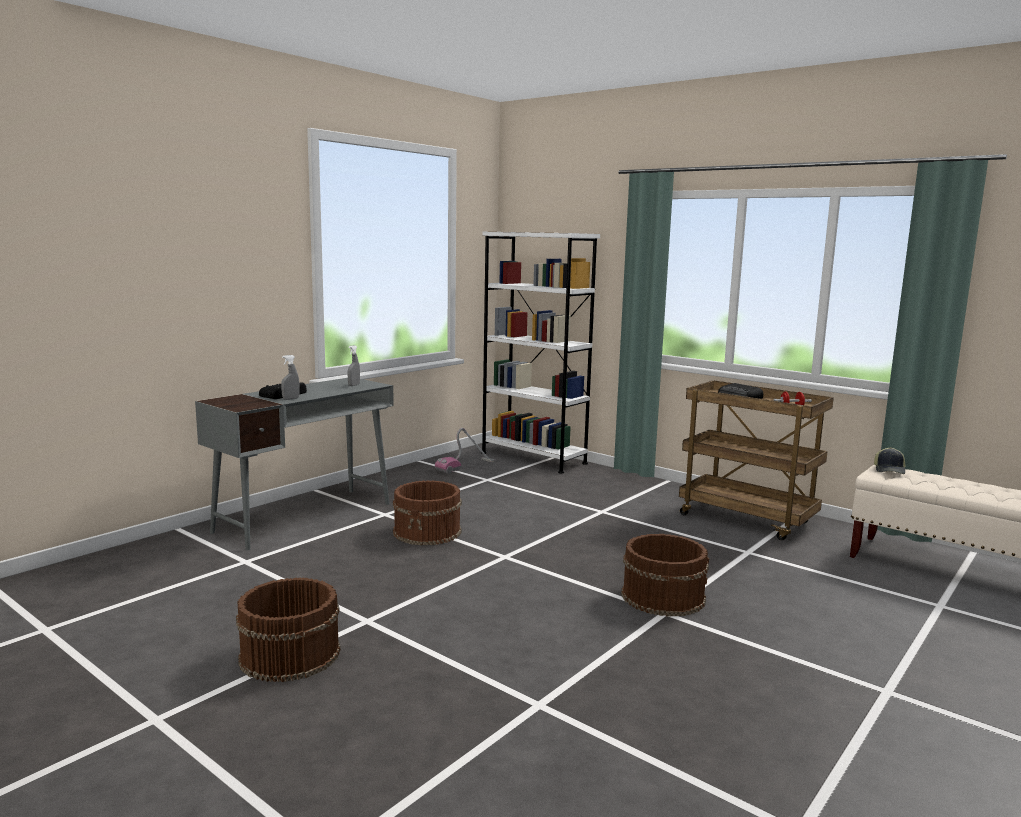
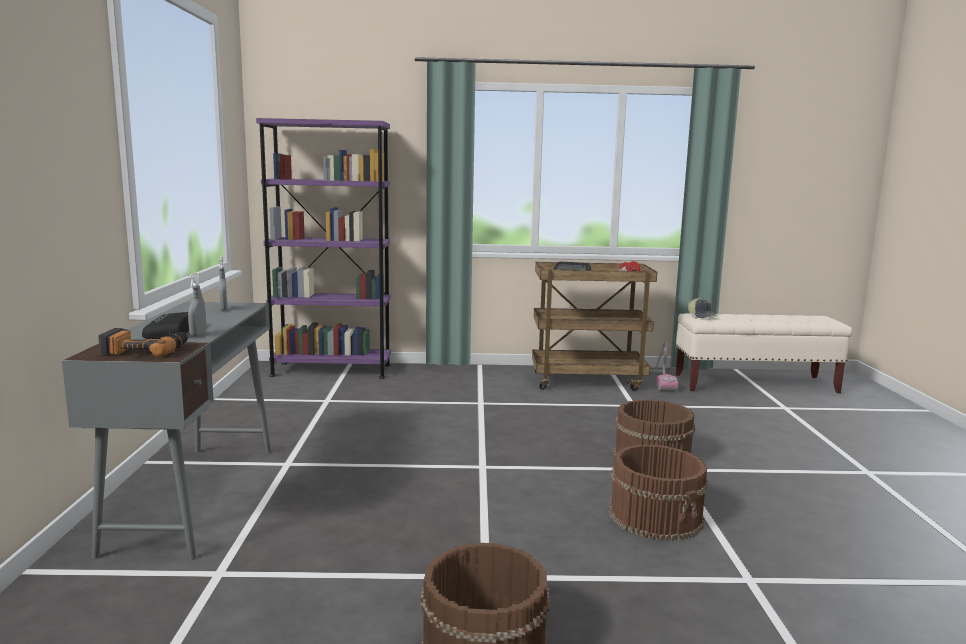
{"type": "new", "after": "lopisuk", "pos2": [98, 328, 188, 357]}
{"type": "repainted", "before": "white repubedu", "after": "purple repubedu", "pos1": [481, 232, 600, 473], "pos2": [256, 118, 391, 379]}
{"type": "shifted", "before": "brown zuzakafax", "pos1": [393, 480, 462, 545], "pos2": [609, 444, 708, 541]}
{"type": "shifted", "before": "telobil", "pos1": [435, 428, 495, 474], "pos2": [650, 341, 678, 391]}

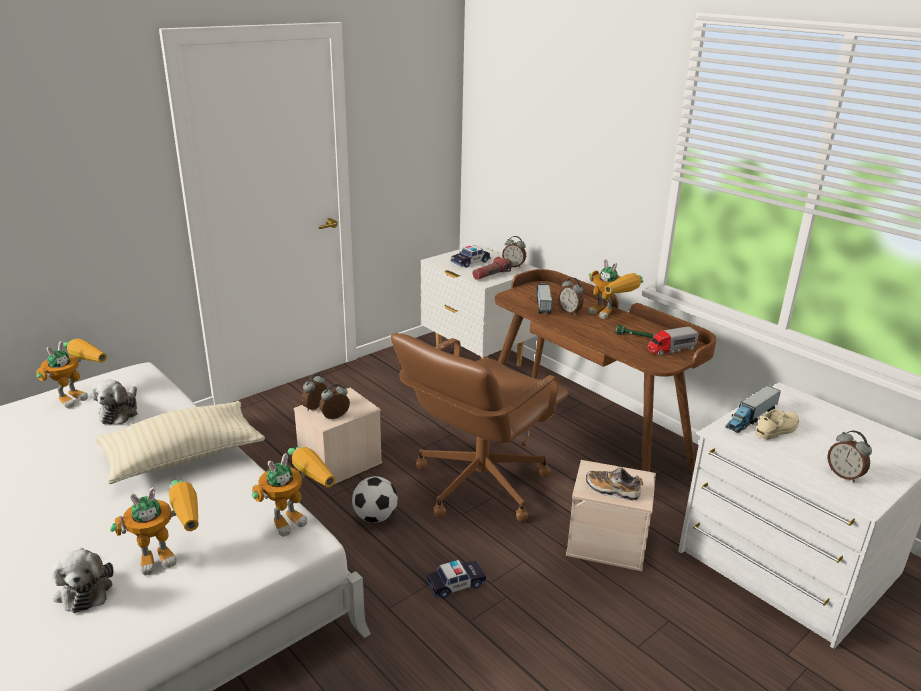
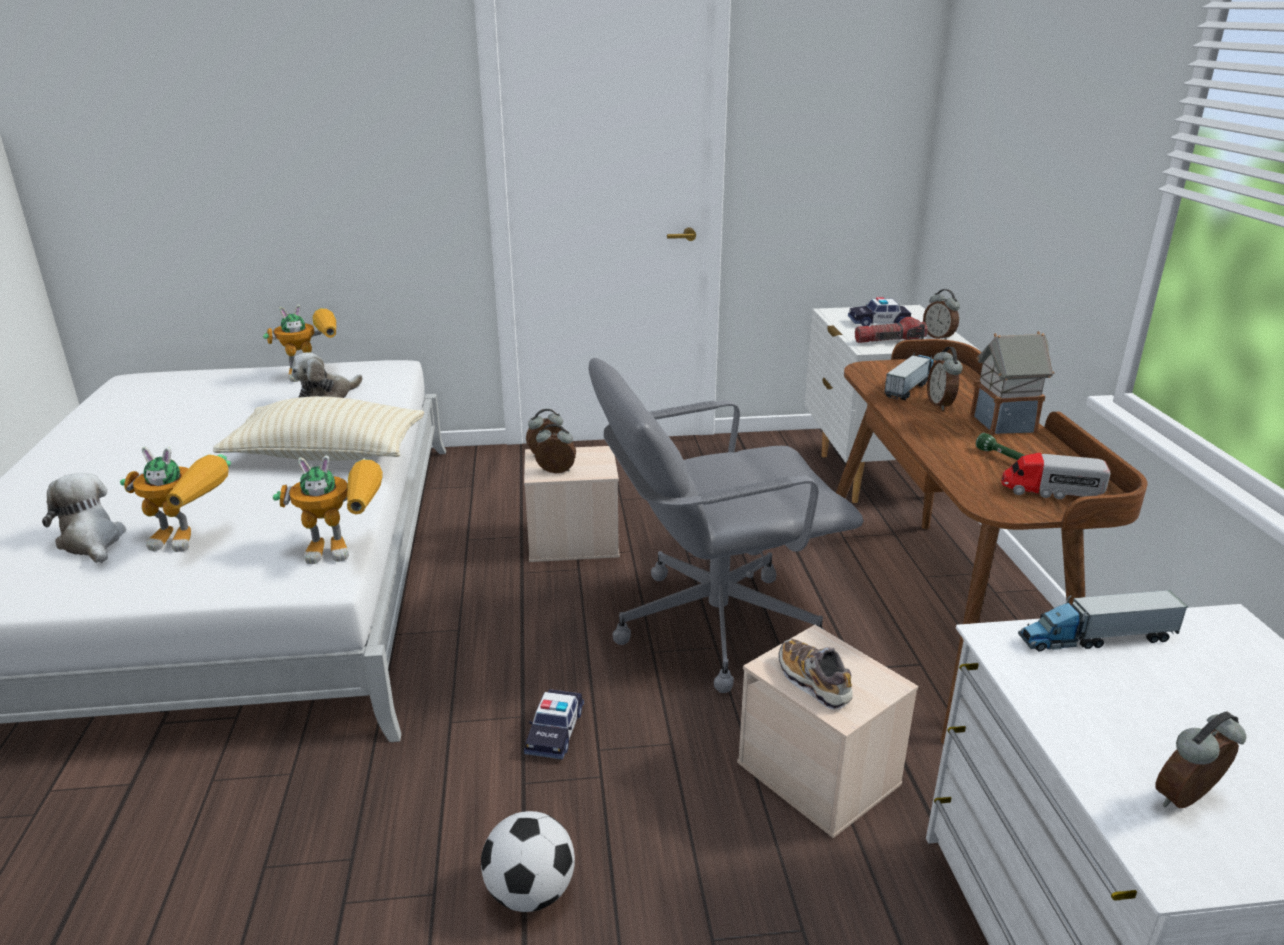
{"type": "rotated", "before": "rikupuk", "pos1": [50, 548, 113, 613], "pos2": [42, 473, 126, 563], "turn": 135}
{"type": "shifted", "before": "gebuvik", "pos1": [352, 476, 398, 523], "pos2": [481, 811, 575, 912]}
{"type": "rotated", "before": "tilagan", "pos1": [426, 560, 487, 598], "pos2": [524, 689, 584, 760], "turn": 90}
{"type": "repainted", "before": "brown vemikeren", "after": "grey vemikeren", "pos1": [391, 333, 568, 522], "pos2": [589, 358, 864, 693]}
{"type": "swapped", "before": "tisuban", "after": "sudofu", "pos1": [588, 259, 644, 319], "pos2": [969, 331, 1054, 435]}
{"type": "rotated", "before": "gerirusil", "pos1": [827, 431, 872, 483], "pos2": [1155, 711, 1246, 808], "turn": 60}
{"type": "gone", "before": "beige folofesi", "pos1": [755, 409, 799, 440]}

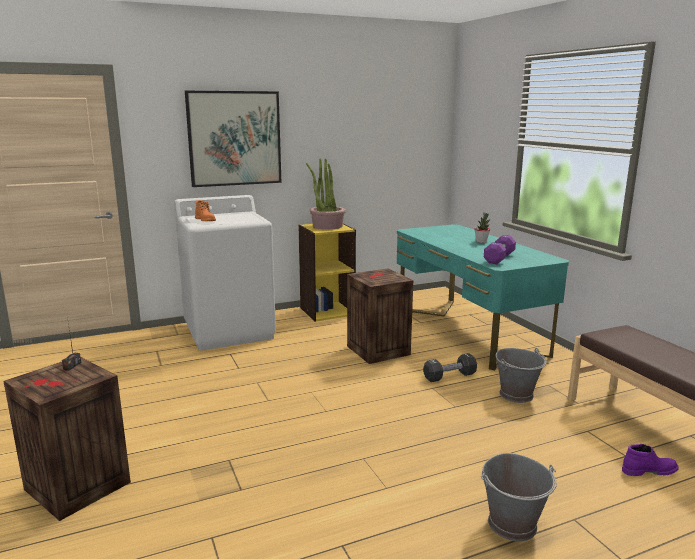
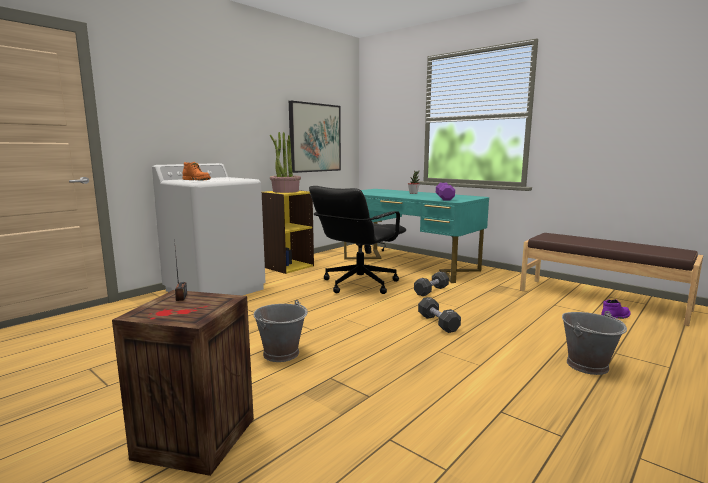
{"type": "shifted", "before": "grey zuzakafax", "pos1": [496, 348, 547, 403], "pos2": [254, 300, 308, 362]}
{"type": "shifted", "before": "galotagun", "pos1": [185, 91, 282, 187], "pos2": [289, 101, 341, 173]}
{"type": "swapped", "before": "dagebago", "after": "black vemikeren", "pos1": [347, 268, 413, 364], "pos2": [309, 186, 406, 294]}
{"type": "new", "after": "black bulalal", "pos2": [418, 297, 461, 333]}

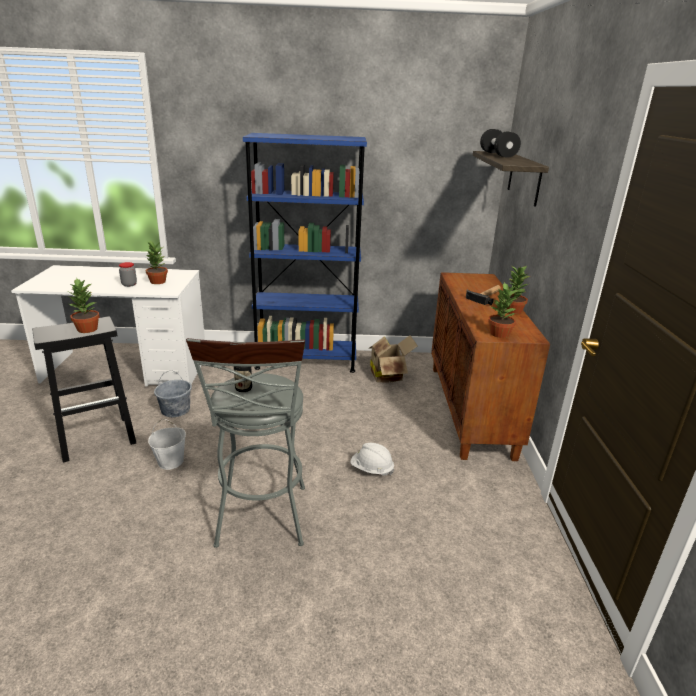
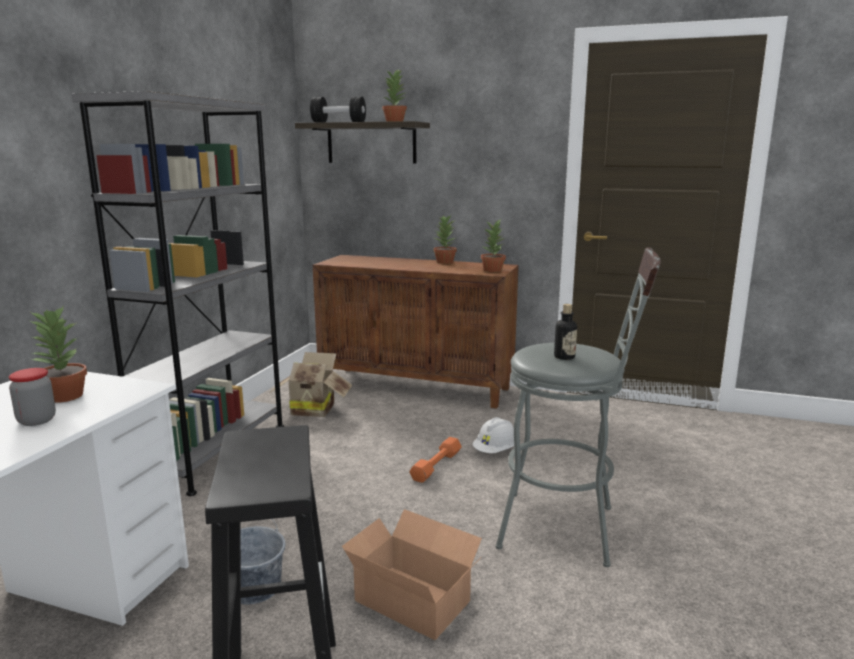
{"type": "repainted", "before": "blue repubedu", "after": "grey repubedu", "pos1": [243, 133, 367, 373], "pos2": [72, 91, 284, 496]}
{"type": "swapped", "before": "white zuzakafax", "after": "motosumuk", "pos1": [148, 419, 186, 470], "pos2": [342, 509, 482, 640]}
{"type": "shifted", "before": "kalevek", "pos1": [69, 278, 100, 333], "pos2": [382, 70, 407, 122]}
{"type": "new", "after": "orange bulalal", "pos2": [409, 437, 462, 483]}
{"type": "gone", "before": "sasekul", "pos1": [466, 285, 501, 305]}

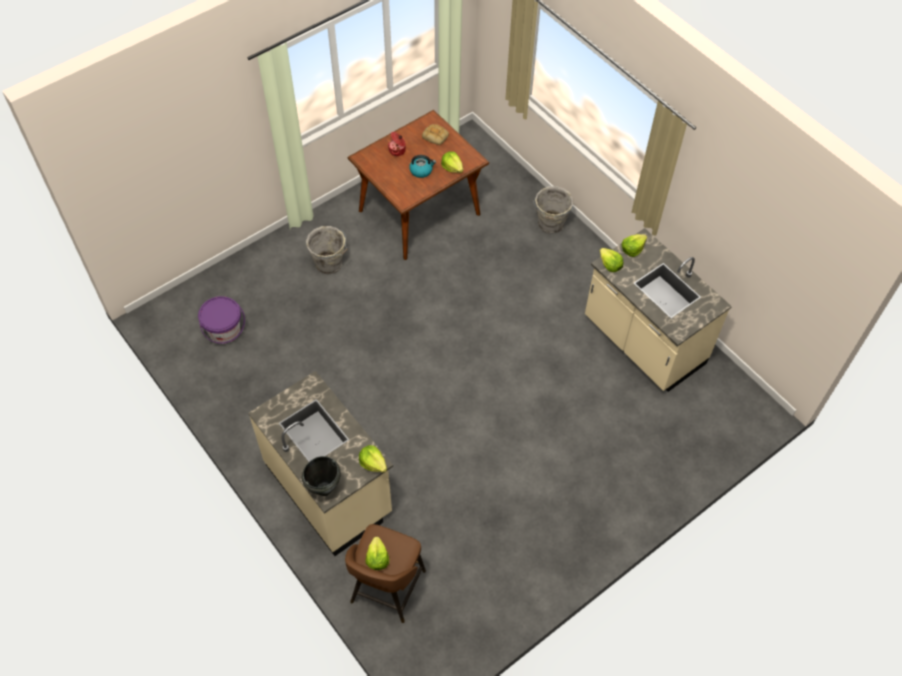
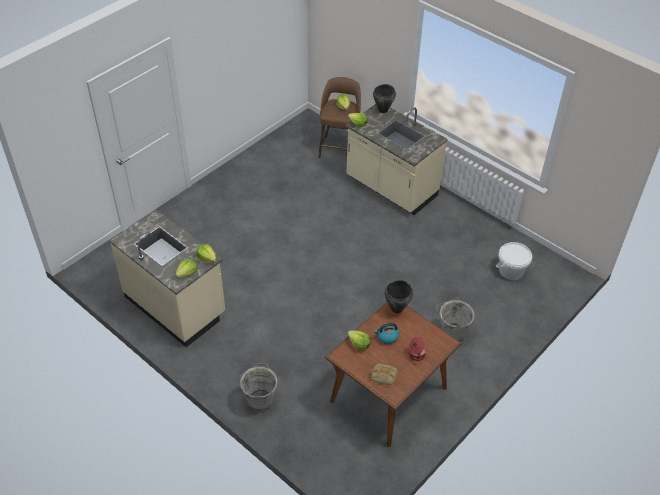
{"type": "new", "after": "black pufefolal", "pos2": [385, 280, 413, 313]}
{"type": "repainted", "before": "purple zuzakafax", "after": "white zuzakafax", "pos1": [198, 296, 245, 344], "pos2": [496, 242, 532, 280]}

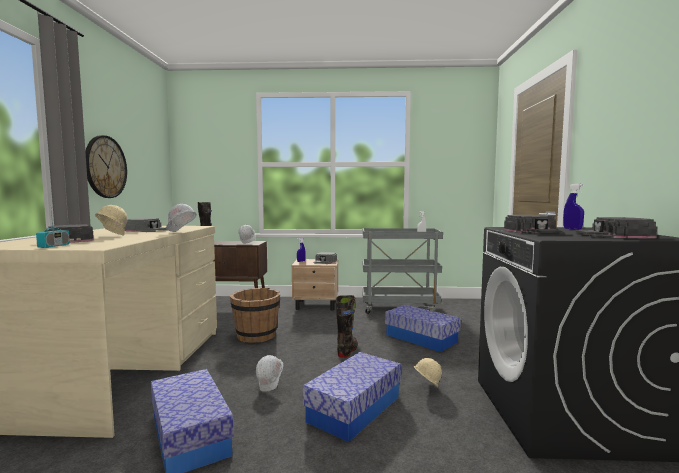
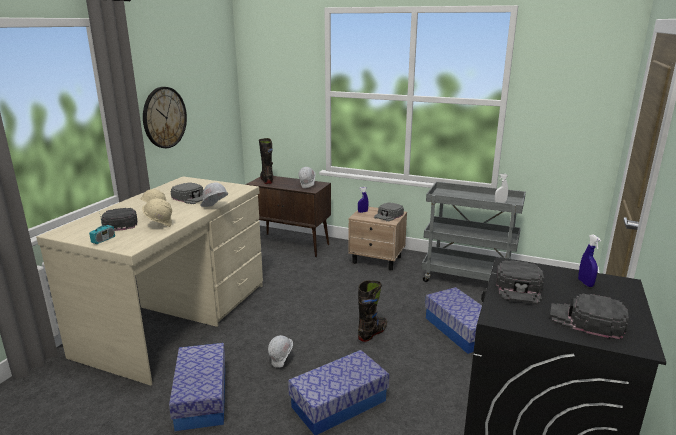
{"type": "shifted", "before": "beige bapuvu", "pos1": [414, 358, 442, 387], "pos2": [142, 198, 172, 227]}
{"type": "gone", "before": "brown zuzakafax", "pos1": [230, 288, 280, 343]}

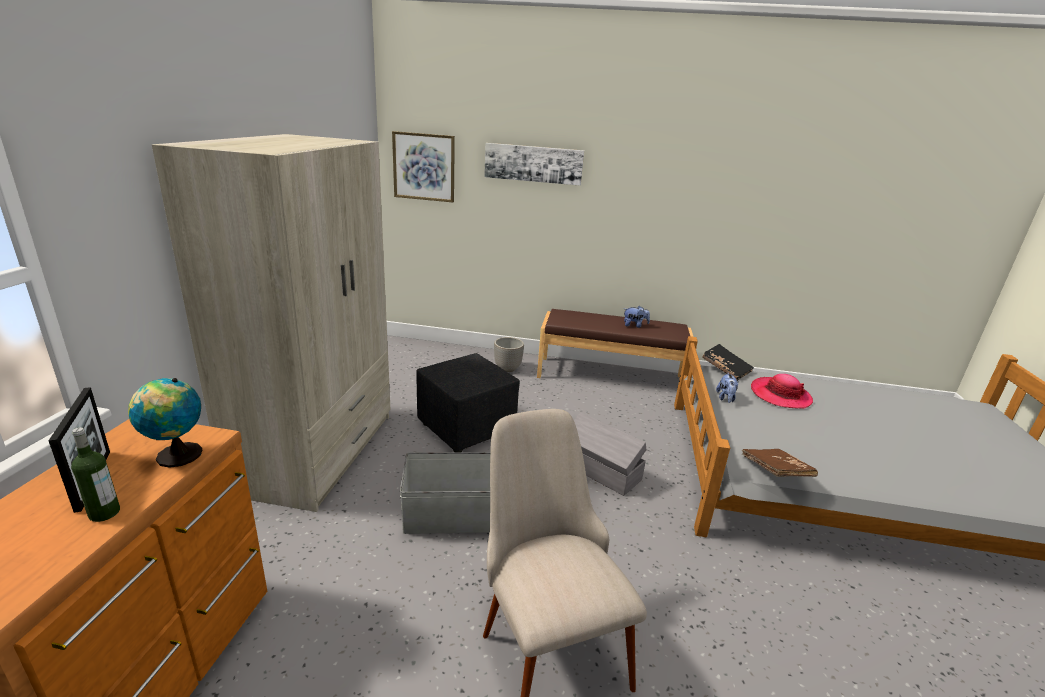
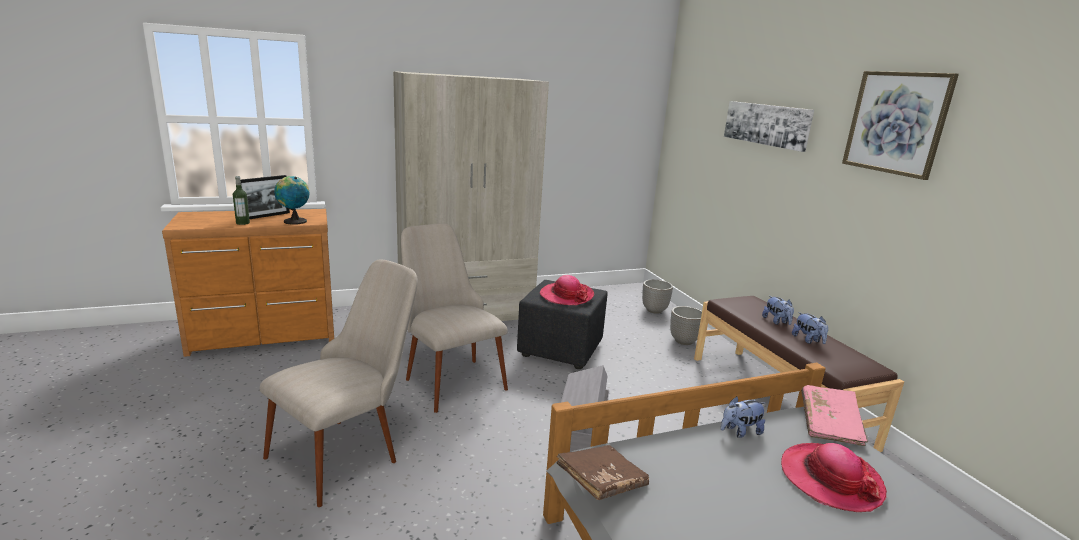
{"type": "swapped", "before": "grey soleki", "after": "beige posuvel", "pos1": [400, 452, 490, 534], "pos2": [401, 223, 508, 413]}
{"type": "new", "after": "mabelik", "pos2": [540, 275, 594, 305]}
{"type": "new", "after": "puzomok", "pos2": [642, 279, 673, 314]}
{"type": "new", "after": "rikupuk", "pos2": [762, 296, 794, 325]}
{"type": "repainted", "before": "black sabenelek", "after": "pink sabenelek", "pos1": [702, 344, 754, 381], "pos2": [801, 385, 868, 446]}
{"type": "shifted", "before": "galotagun", "pos1": [392, 131, 455, 202], "pos2": [842, 71, 959, 180]}

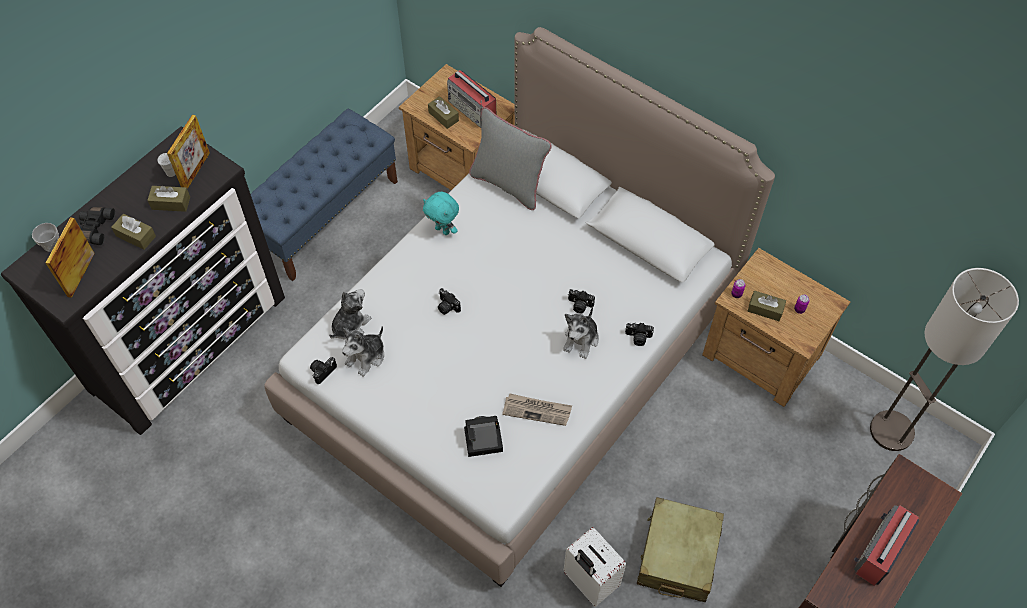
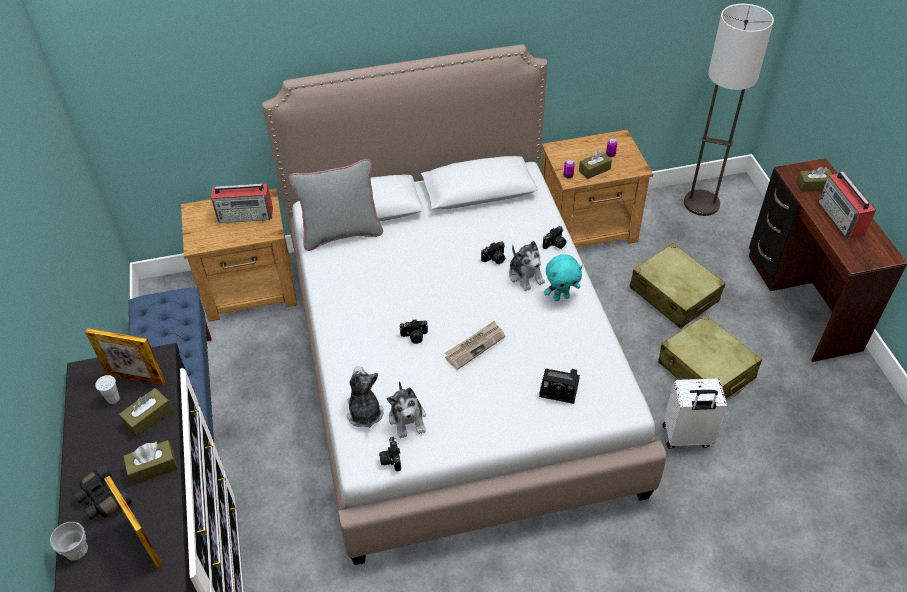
{"type": "rotated", "before": "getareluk", "pos1": [167, 114, 210, 189], "pos2": [85, 328, 165, 386], "turn": 135}
{"type": "shifted", "before": "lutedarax", "pos1": [502, 394, 572, 426], "pos2": [445, 321, 505, 370]}
{"type": "rotated", "before": "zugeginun", "pos1": [464, 416, 503, 457], "pos2": [539, 369, 580, 404], "turn": -105}
{"type": "shifted", "before": "turquoise rikupuk", "pos1": [423, 192, 459, 235], "pos2": [544, 254, 583, 301]}
{"type": "new", "after": "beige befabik", "pos2": [629, 243, 726, 329]}
{"type": "shifted", "before": "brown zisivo", "pos1": [428, 96, 459, 129], "pos2": [796, 166, 832, 192]}

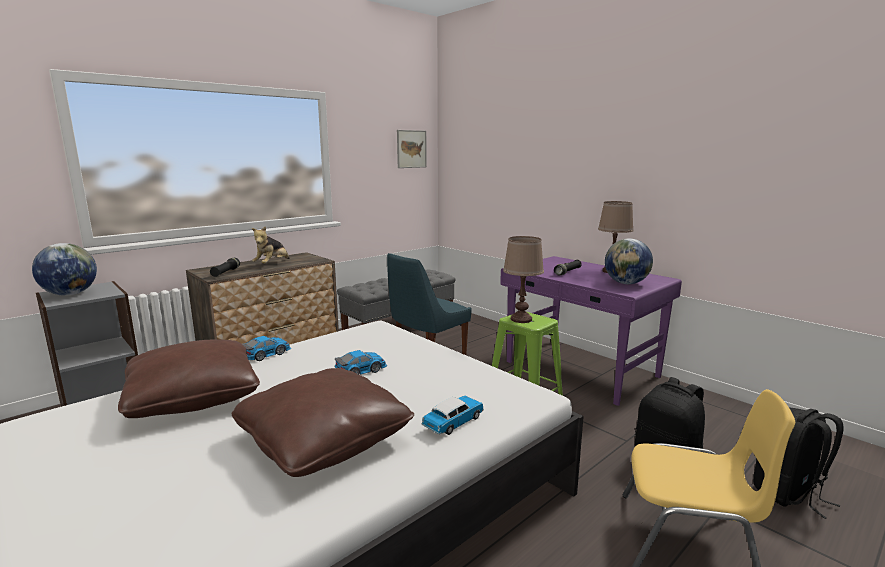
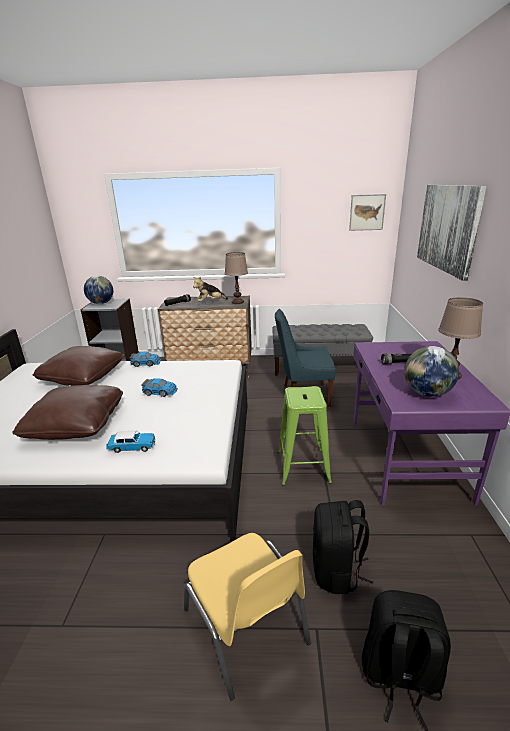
{"type": "shifted", "before": "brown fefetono", "pos1": [503, 236, 544, 323], "pos2": [225, 252, 248, 304]}
{"type": "new", "after": "galotagun", "pos2": [417, 185, 487, 281]}

